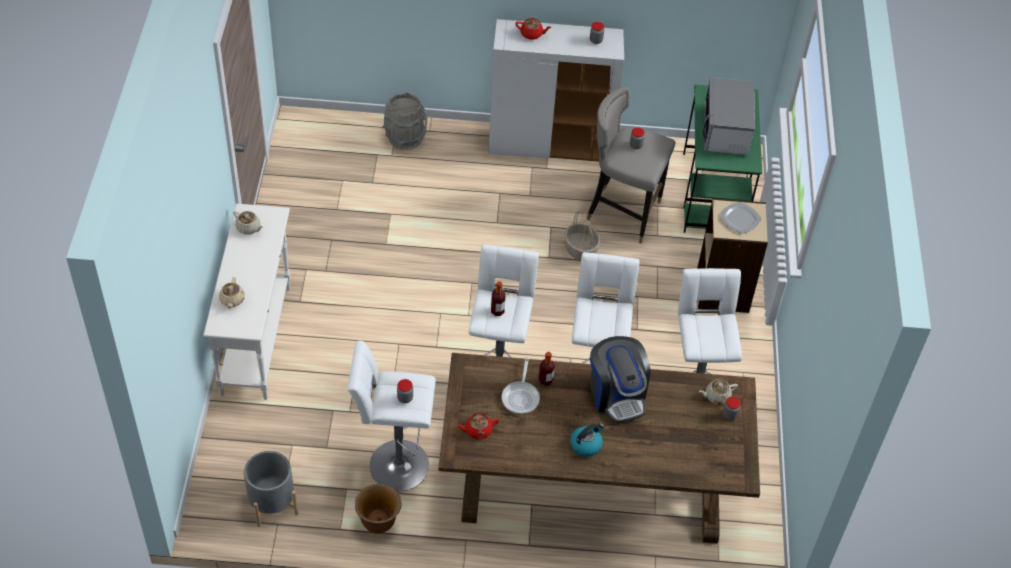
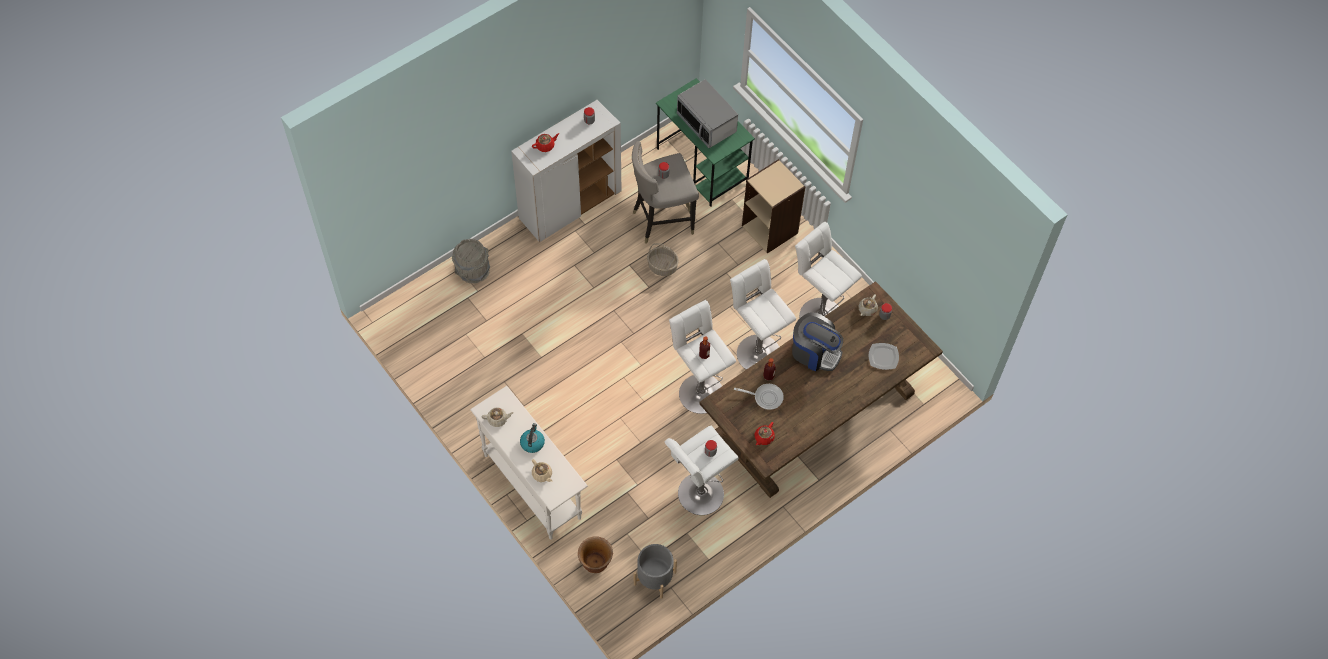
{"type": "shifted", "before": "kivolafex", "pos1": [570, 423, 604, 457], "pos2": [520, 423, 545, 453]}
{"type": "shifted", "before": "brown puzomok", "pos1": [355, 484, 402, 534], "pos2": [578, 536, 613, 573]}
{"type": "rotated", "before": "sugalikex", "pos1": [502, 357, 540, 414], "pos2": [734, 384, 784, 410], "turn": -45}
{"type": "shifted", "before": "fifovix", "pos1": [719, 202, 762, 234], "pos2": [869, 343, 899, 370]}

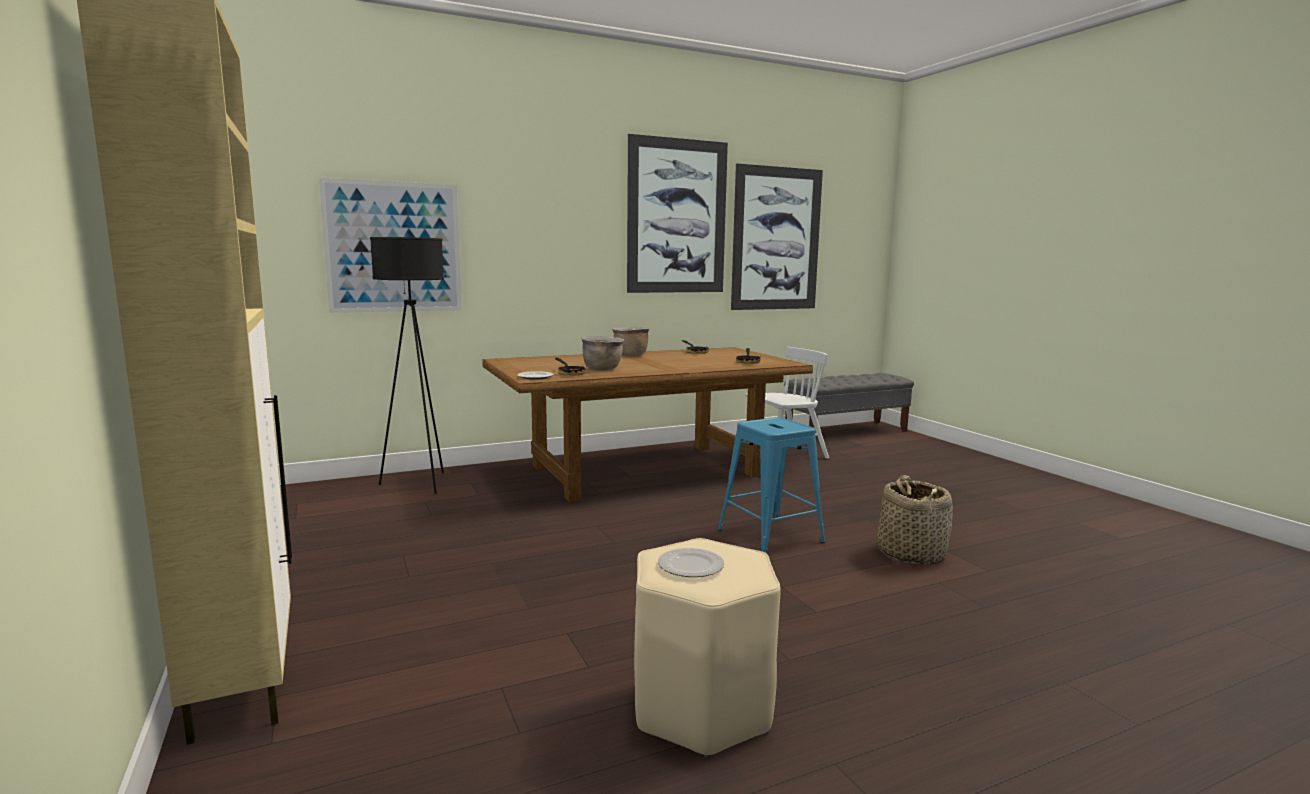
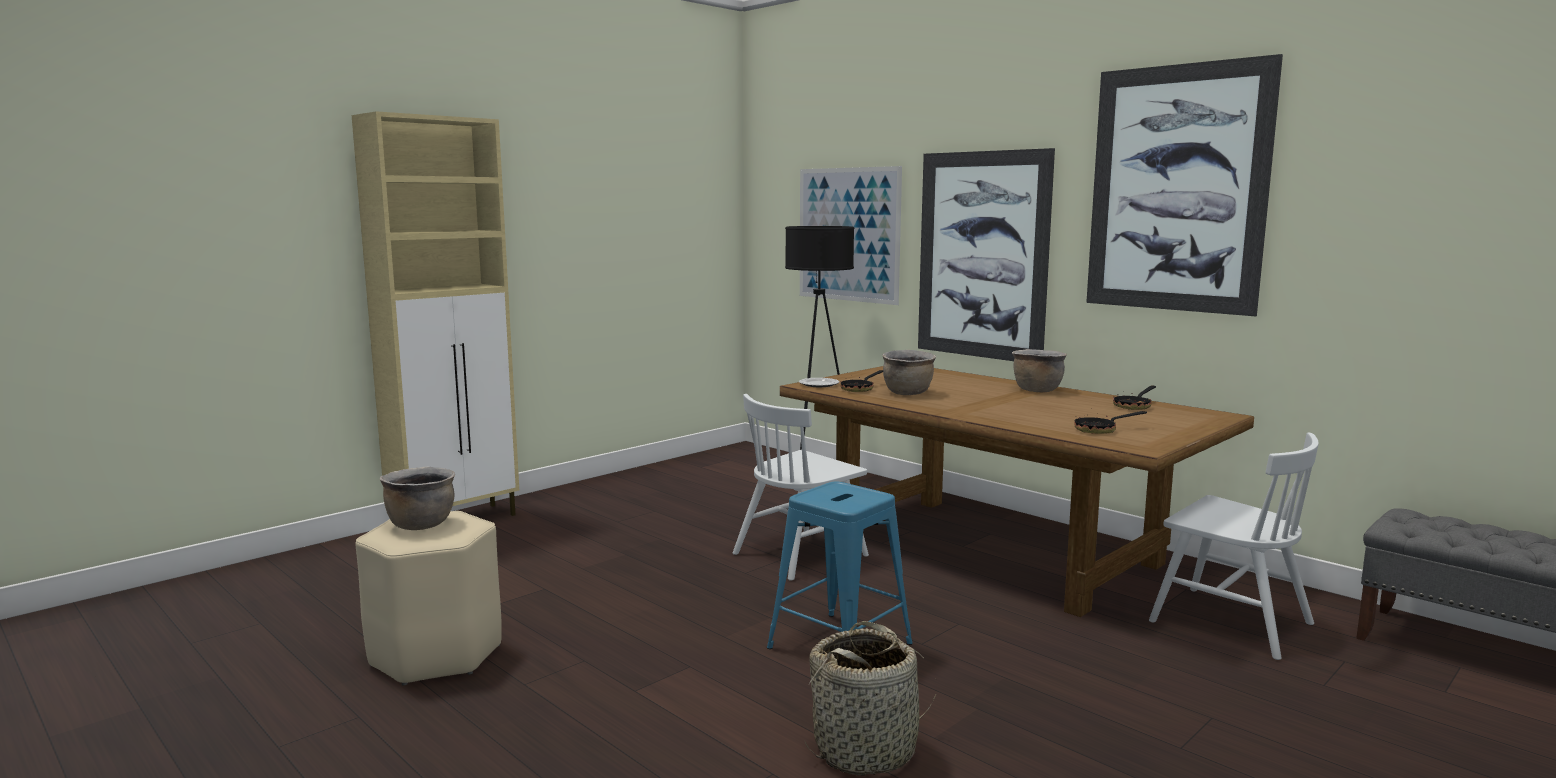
{"type": "swapped", "before": "fifovix", "after": "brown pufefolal", "pos1": [658, 548, 724, 577], "pos2": [380, 467, 455, 530]}
{"type": "new", "after": "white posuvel", "pos2": [733, 394, 869, 581]}
{"type": "shifted", "before": "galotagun", "pos1": [731, 164, 823, 310], "pos2": [918, 148, 1055, 361]}

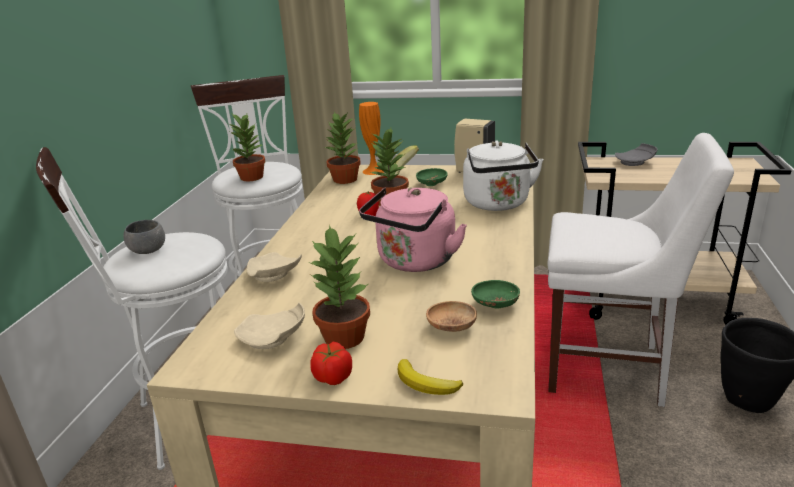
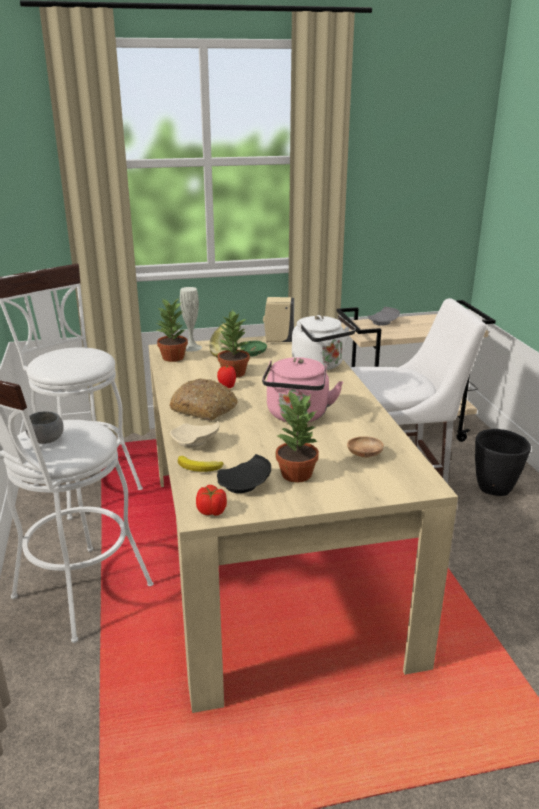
{"type": "new", "after": "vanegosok", "pos2": [169, 379, 238, 421]}
{"type": "shifted", "before": "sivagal", "pos1": [398, 359, 463, 395], "pos2": [178, 456, 223, 472]}
{"type": "repainted", "before": "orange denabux", "after": "white denabux", "pos1": [359, 102, 384, 175], "pos2": [180, 287, 202, 352]}
{"type": "shifted", "before": "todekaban", "pos1": [310, 342, 352, 385], "pos2": [196, 485, 227, 516]}
{"type": "repainted", "before": "beige fifovix", "after": "black fifovix", "pos1": [234, 302, 305, 349], "pos2": [217, 454, 271, 493]}
{"type": "gone", "before": "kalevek", "pos1": [230, 114, 265, 181]}
{"type": "gone", "before": "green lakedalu", "pos1": [471, 280, 520, 309]}

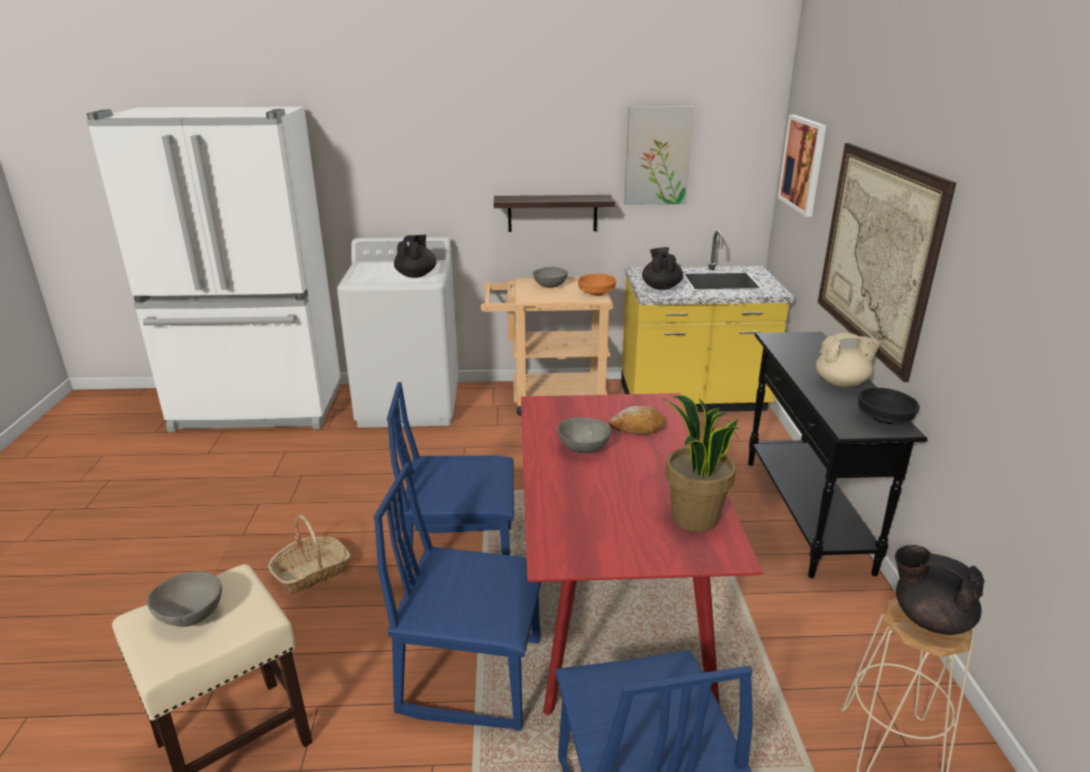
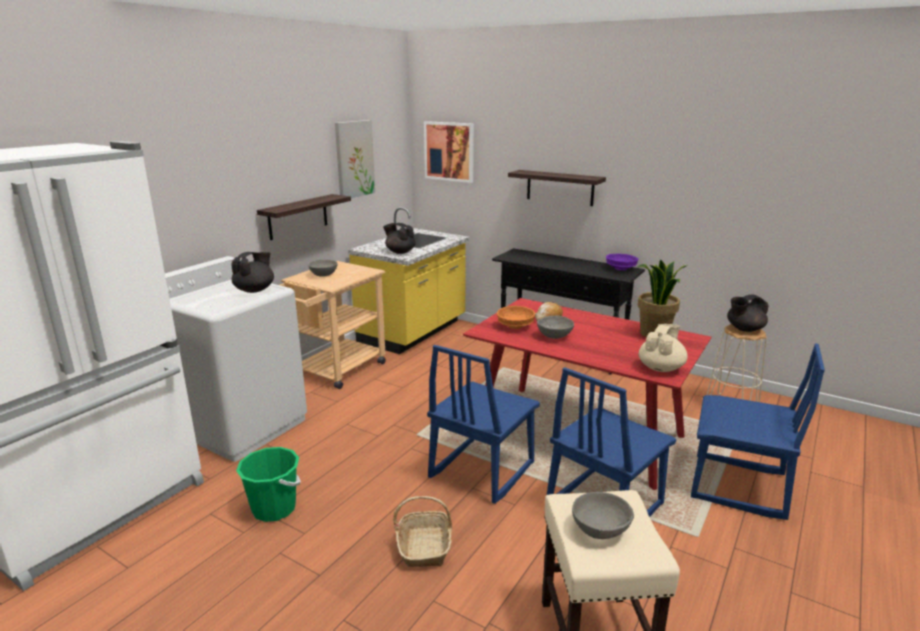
{"type": "rotated", "before": "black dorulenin", "pos1": [394, 235, 436, 278], "pos2": [231, 252, 274, 293], "turn": 75}
{"type": "new", "after": "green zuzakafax", "pos2": [236, 447, 301, 522]}
{"type": "shifted", "before": "orange lakedalu", "pos1": [578, 274, 617, 296], "pos2": [497, 306, 535, 329]}
{"type": "swapped", "before": "galotagun", "after": "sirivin", "pos1": [818, 143, 956, 382], "pos2": [508, 170, 606, 206]}
{"type": "repainted", "before": "black lakedalu", "after": "purple lakedalu", "pos1": [858, 387, 920, 424], "pos2": [606, 254, 638, 271]}
{"type": "shifted", "before": "beige dorulenin", "pos1": [816, 333, 881, 387], "pos2": [639, 324, 688, 372]}

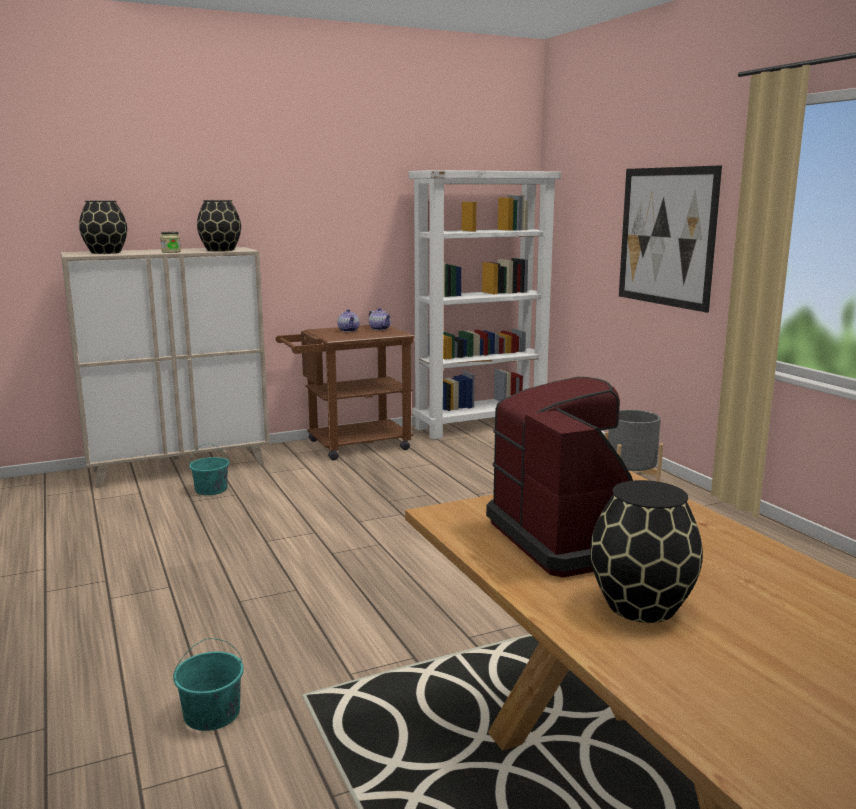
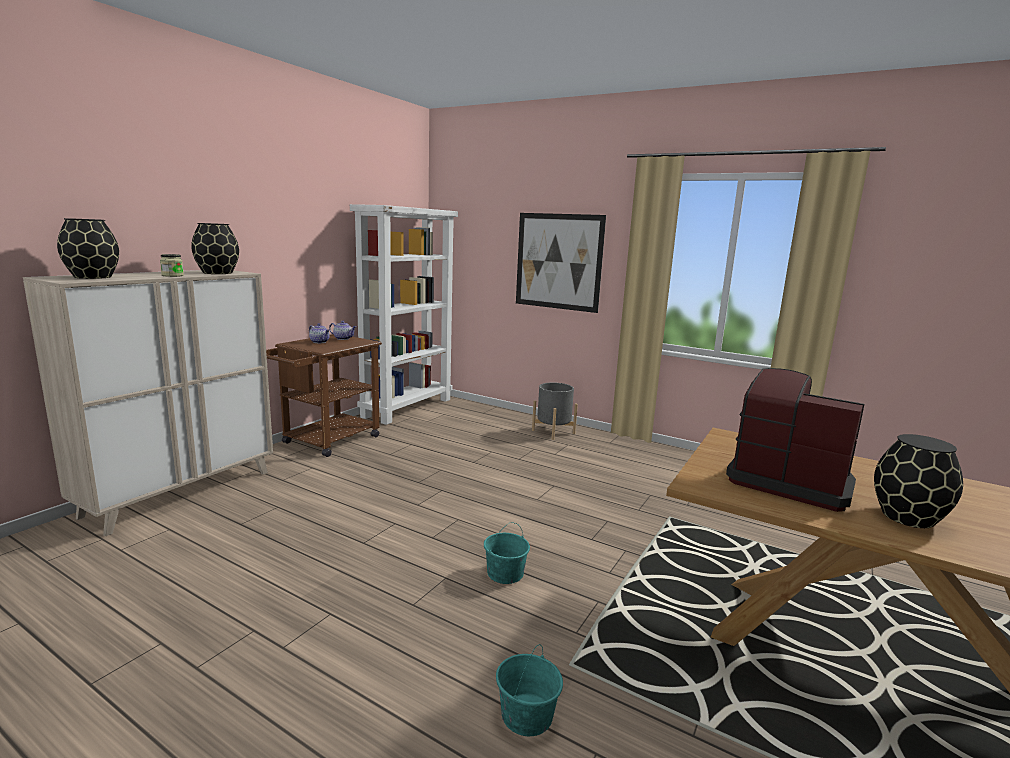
{"type": "shifted", "before": "turquoise zuzakafax", "pos1": [189, 443, 230, 495], "pos2": [484, 523, 530, 584]}

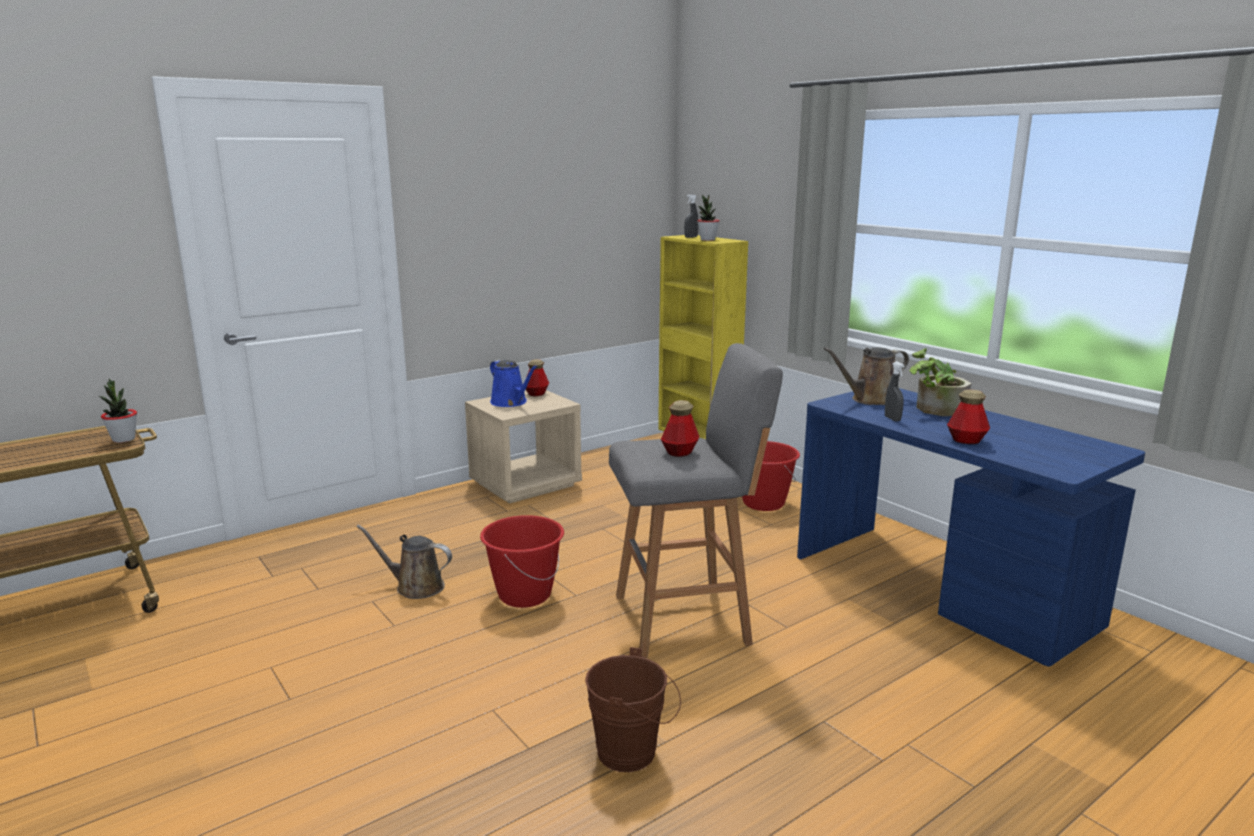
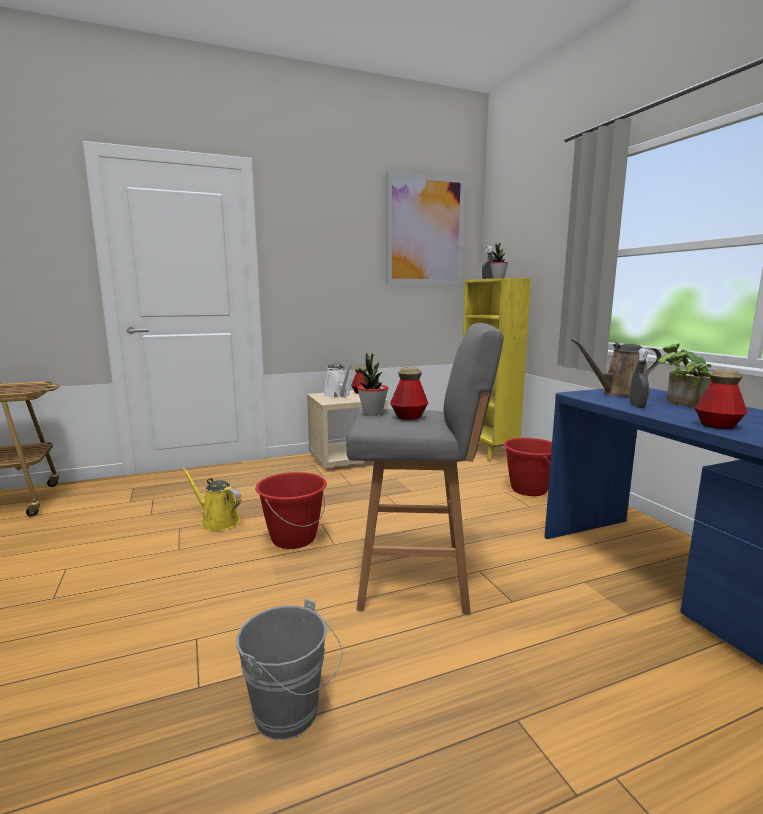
{"type": "repainted", "before": "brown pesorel", "after": "yellow pesorel", "pos1": [356, 525, 452, 599], "pos2": [182, 468, 242, 531]}
{"type": "repainted", "before": "brown zuzakafax", "after": "grey zuzakafax", "pos1": [585, 647, 681, 772], "pos2": [236, 599, 342, 740]}
{"type": "repainted", "before": "blue pesorel", "after": "white pesorel", "pos1": [490, 360, 537, 407], "pos2": [323, 364, 351, 398]}
{"type": "shifted", "before": "kalevek", "pos1": [99, 378, 137, 443], "pos2": [357, 352, 388, 416]}
{"type": "new", "after": "galotagun", "pos2": [386, 171, 465, 284]}

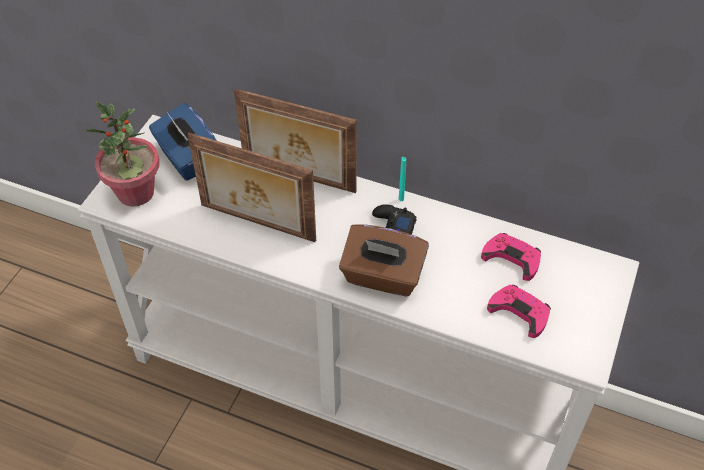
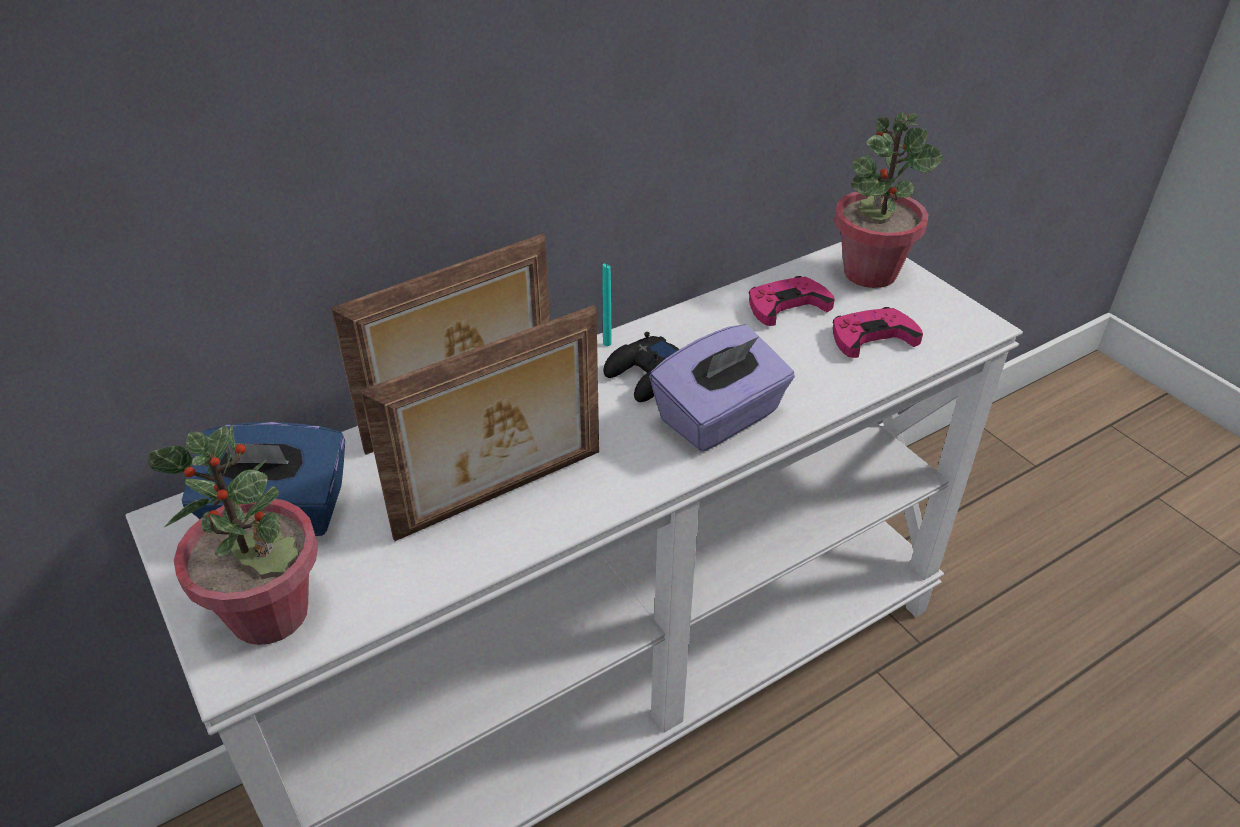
{"type": "repainted", "before": "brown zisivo", "after": "purple zisivo", "pos1": [339, 224, 429, 296], "pos2": [649, 325, 795, 452]}
{"type": "new", "after": "kalevek", "pos2": [834, 112, 943, 288]}

